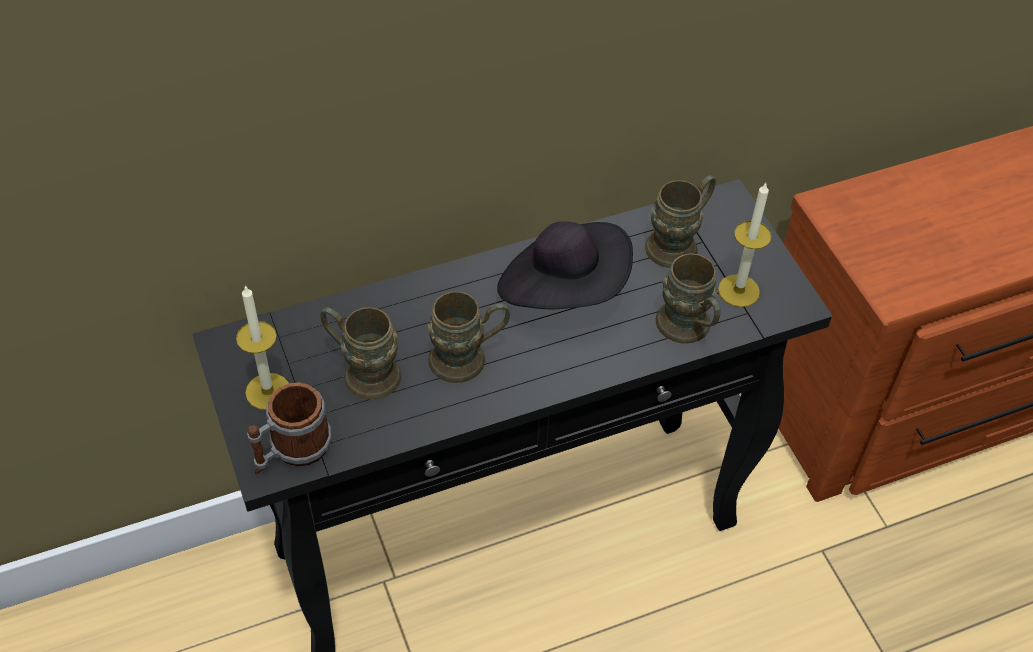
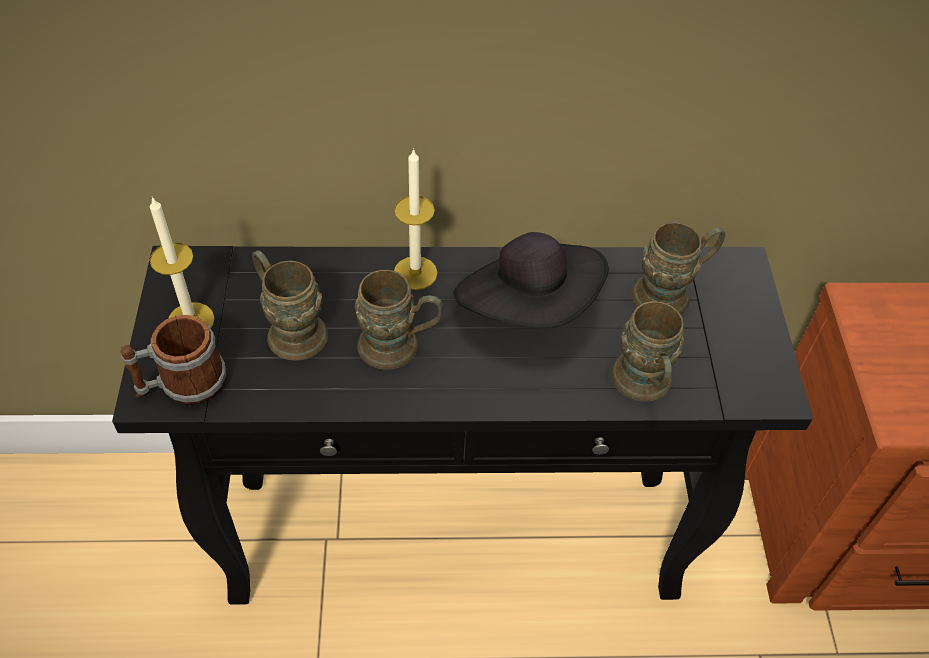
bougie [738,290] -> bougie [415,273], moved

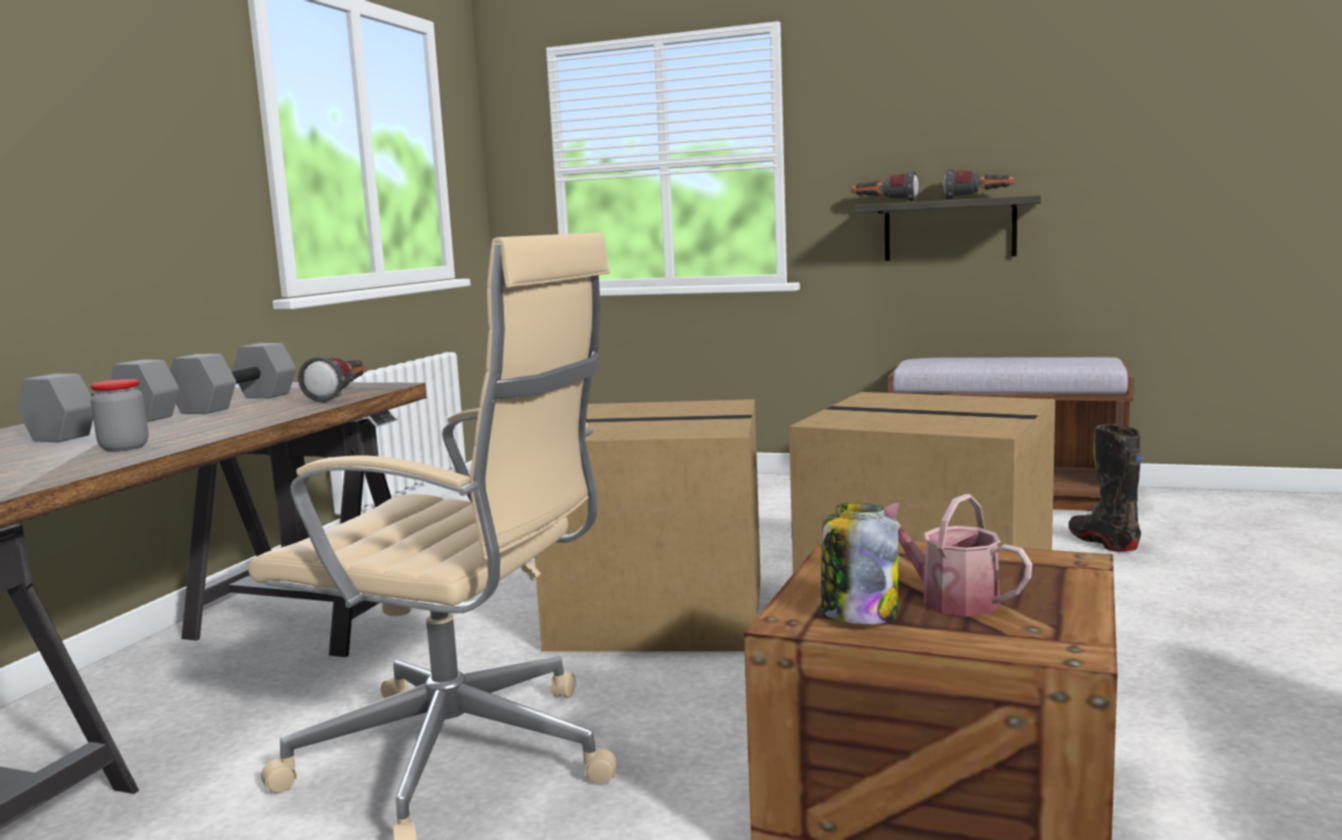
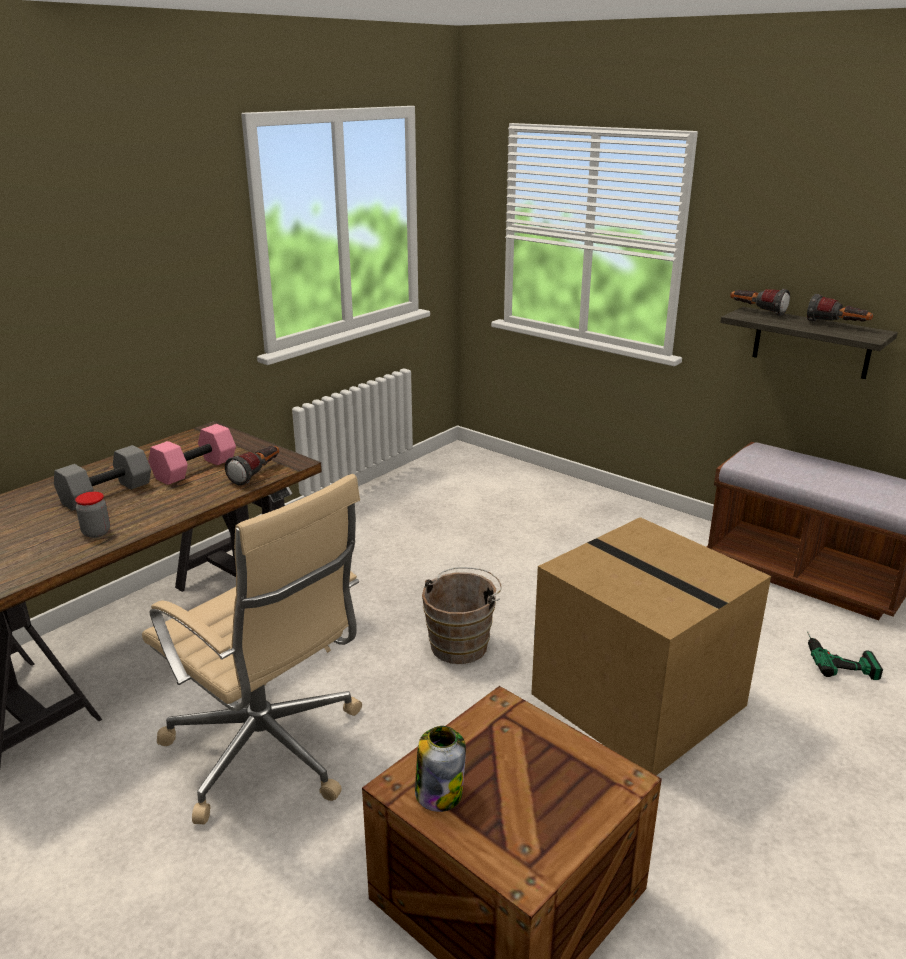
haltère [gris] [236,403] -> haltère [rose] [195,468]
carton [663,610] -> seau [marron] [461,644]
arrosoir [949,599] -> none
botte [noir] [1103,542] -> perceuse [838,658]

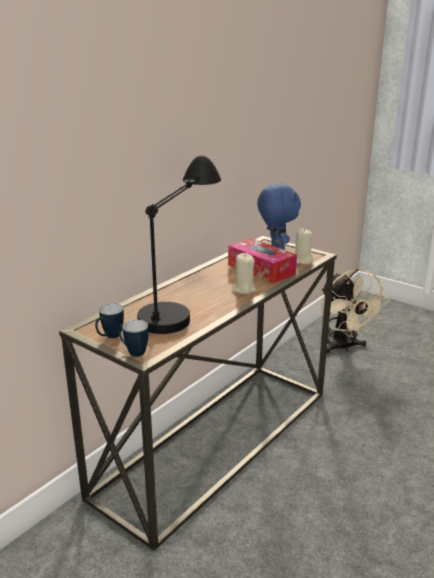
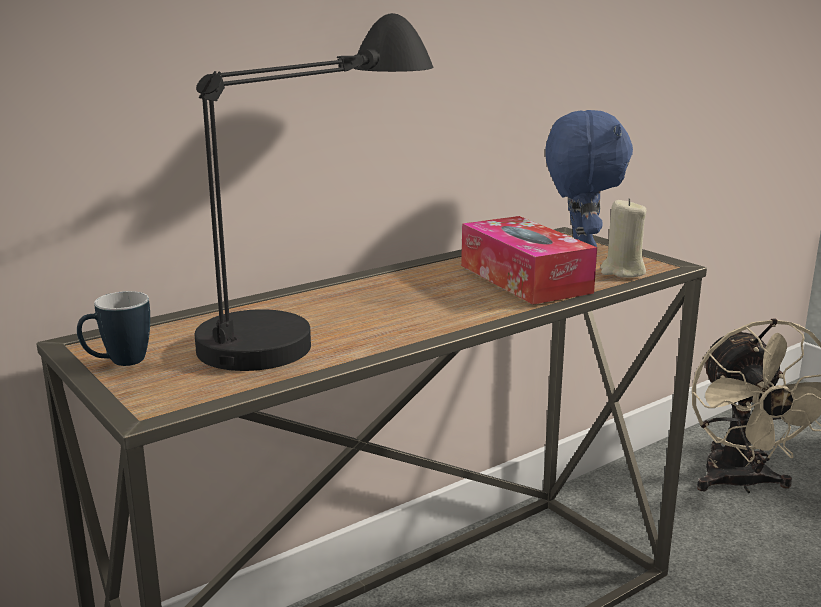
mug [133,352] -> none
bougie [beige] [243,289] -> none

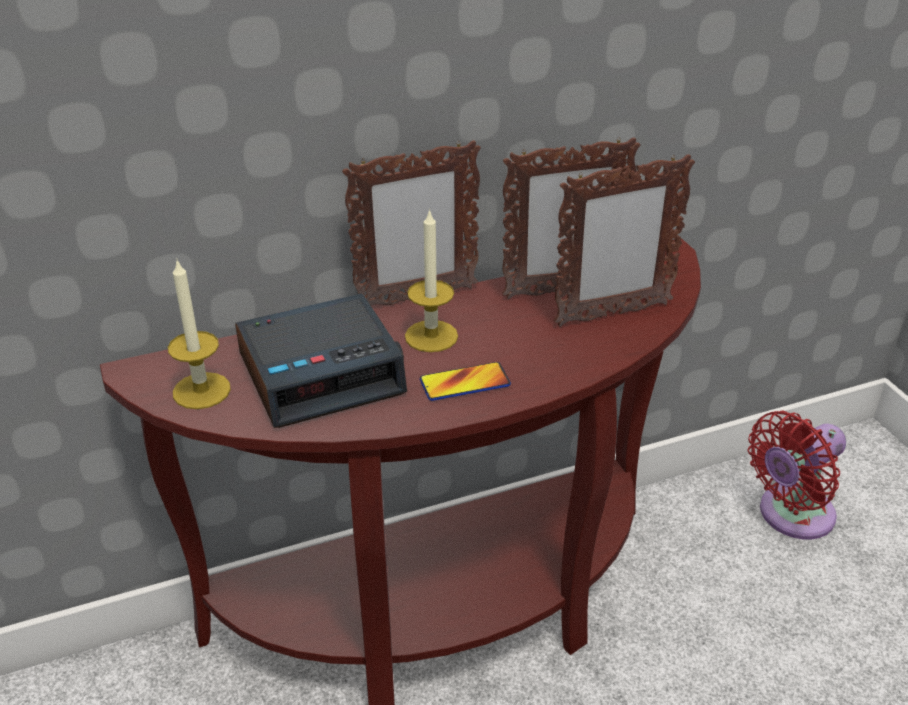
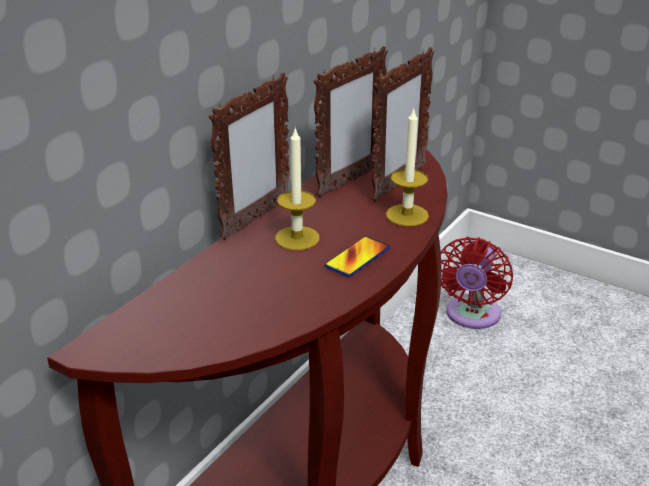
bougie [201,390] -> bougie [407,215], moved
réveil [322,373] -> none

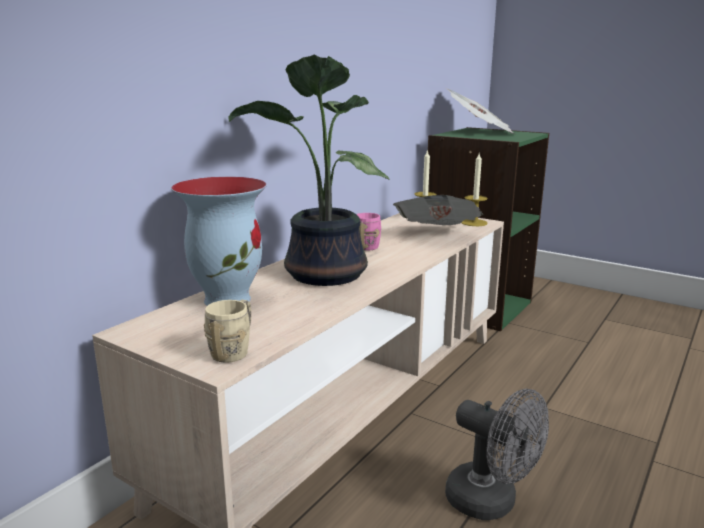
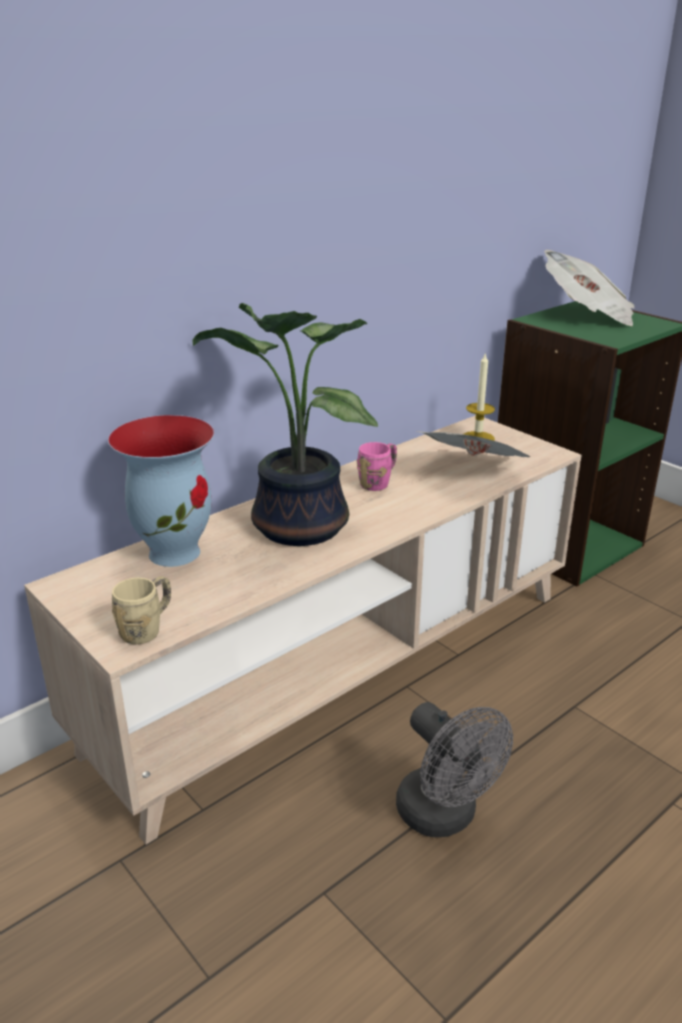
bougie [474,222] -> none

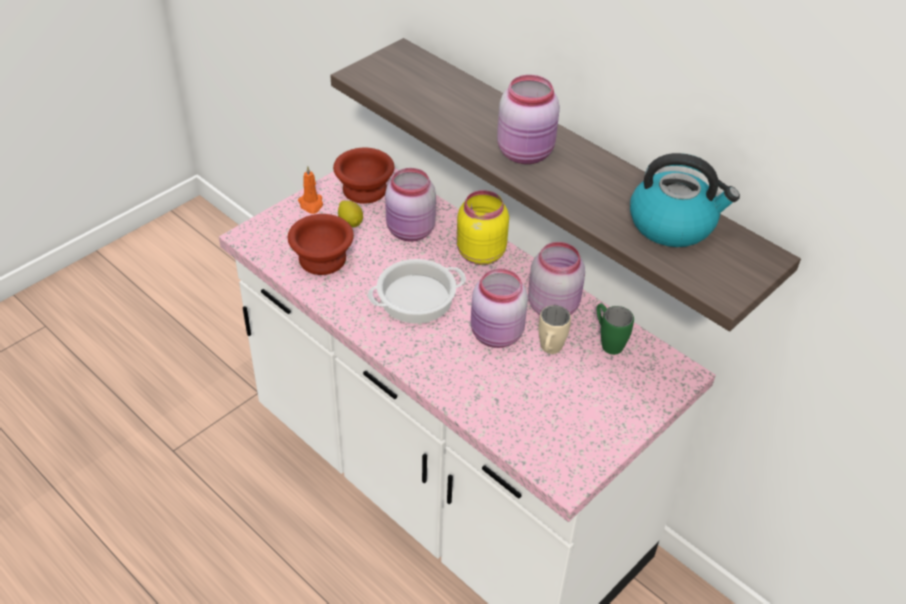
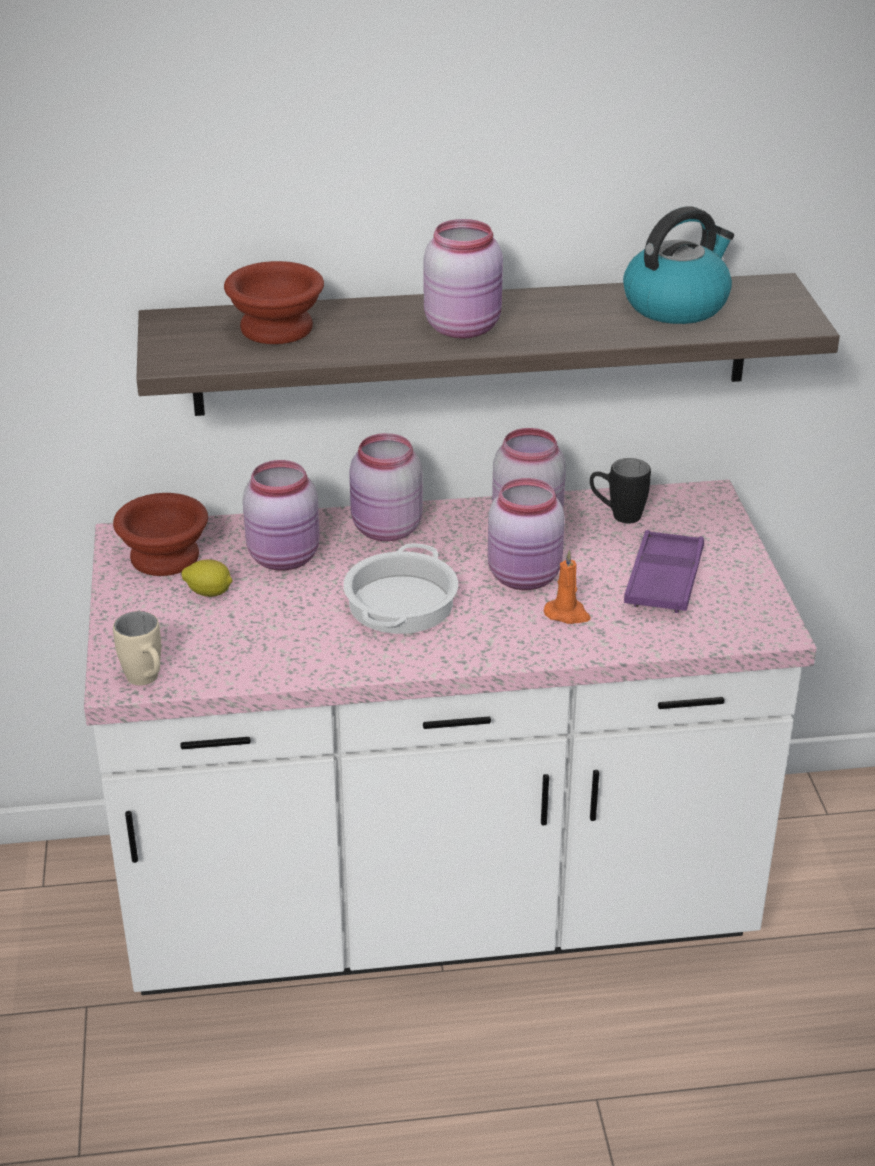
bol [marron] [321,260] -> bol [marron] [277,330], moved
bougie [orange] [311,204] -> bougie [orange] [567,614], moved
bocal [jaune] [479,253] -> bocal [rose] [385,530]
mug [beige] [549,351] -> mug [beige] [147,681], moved
mug [vert] [607,342] -> mug [noir] [617,515]
none -> plateau [violet] [664,580]

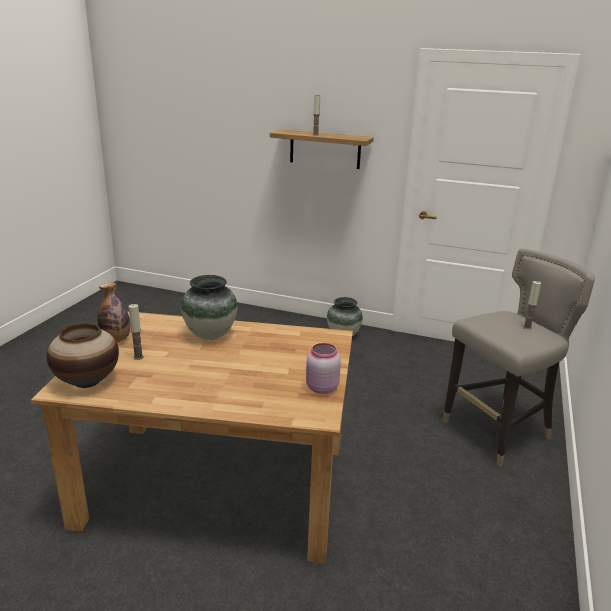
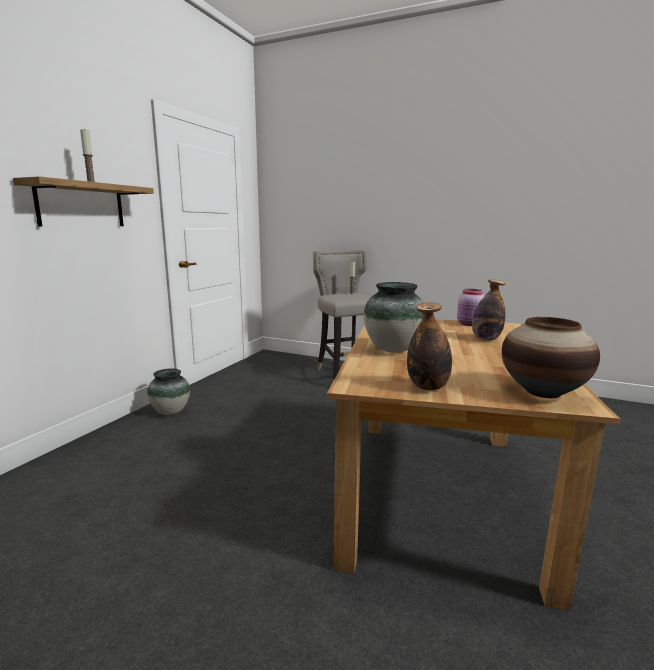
bougie [138,357] -> none
none -> bouteille [486,339]

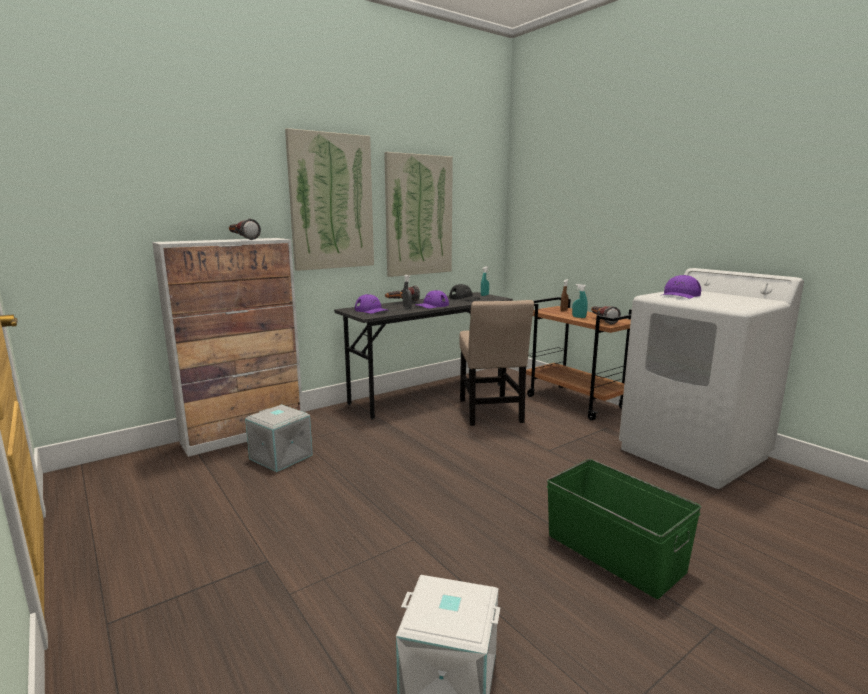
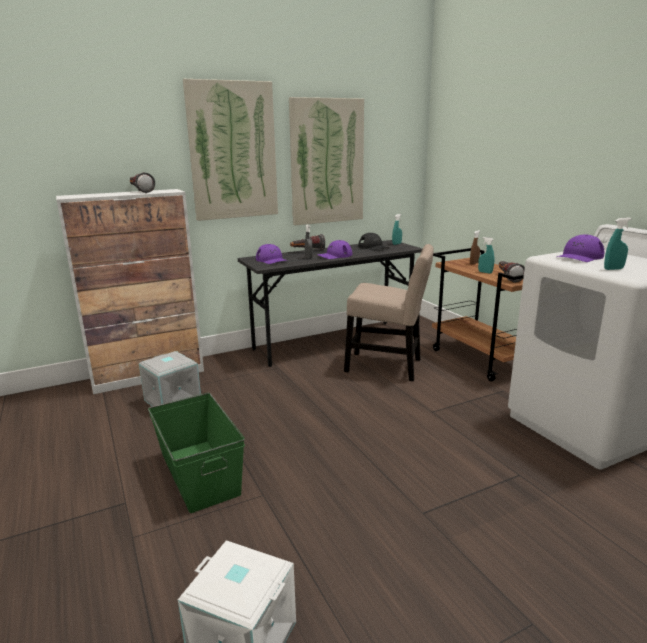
chaise [beige] [490,412] -> chaise [beige] [387,366], 75 degrees counterclockwise
boîte de rangement [vert] [614,553] -> boîte de rangement [vert] [199,474], moved
none -> vaporisateur [turquoise] [613,269]

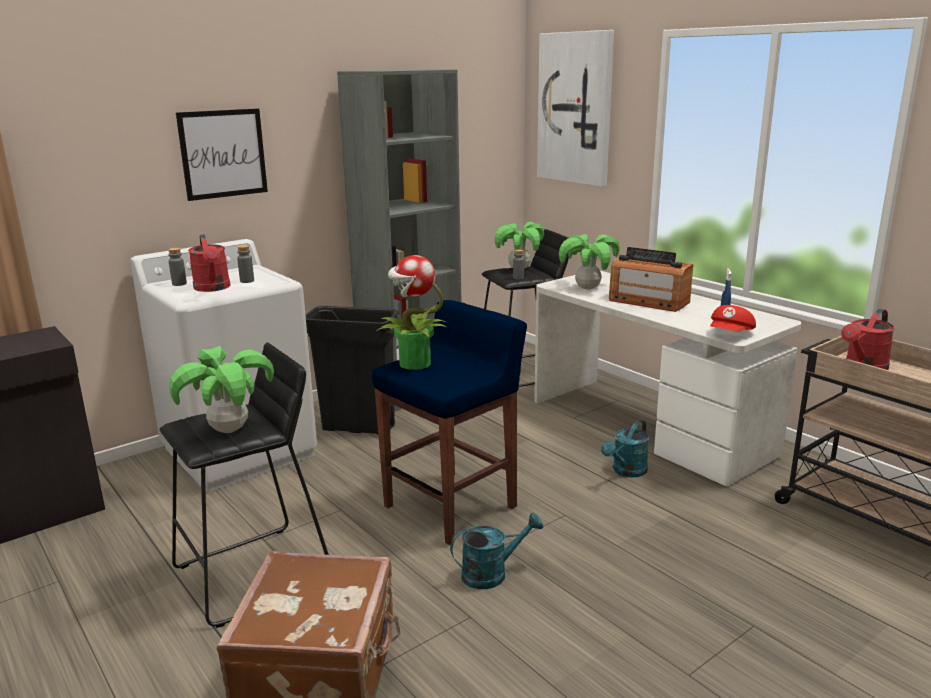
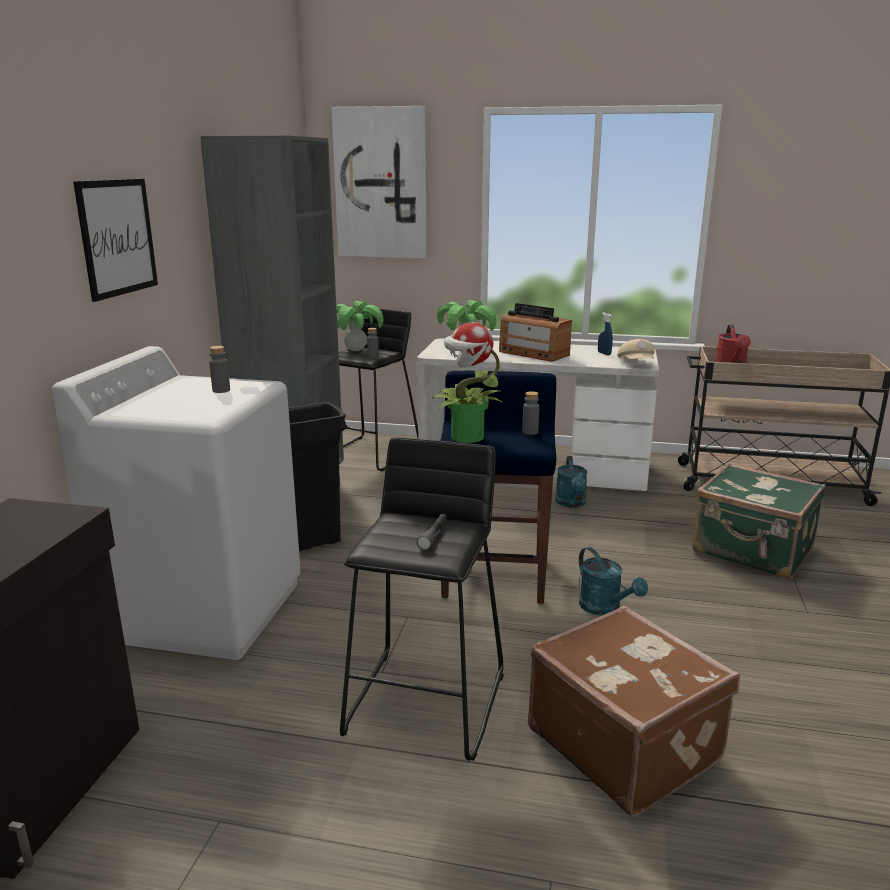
bouteille [gris] [179,284] -> bouteille [gris] [530,432], moved
plante en pot [228,430] -> lampe de poche [gris] [433,536]
arrosoir [rouge] [213,288] -> none
arrosoir [turquoise] [492,573] -> arrosoir [turquoise] [605,609], 120 degrees clockwise
radio [648,301] -> radio [533,353], 45 degrees clockwise
casquette [rouge] [731,334] -> casquette [beige] [636,364]
none -> valise [vert] [752,551]

